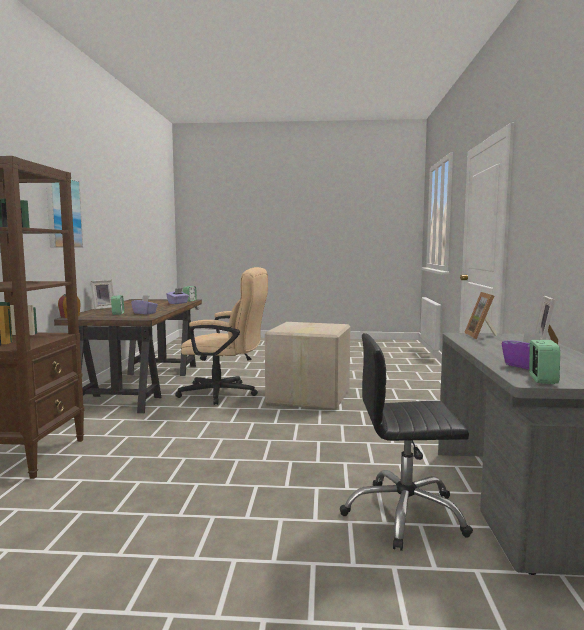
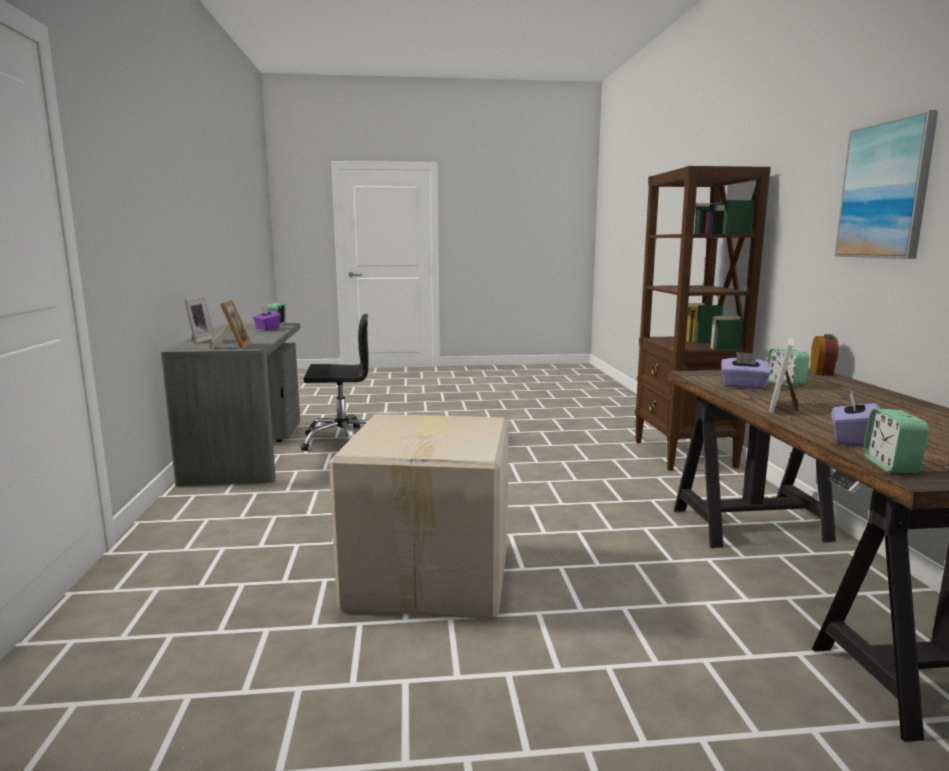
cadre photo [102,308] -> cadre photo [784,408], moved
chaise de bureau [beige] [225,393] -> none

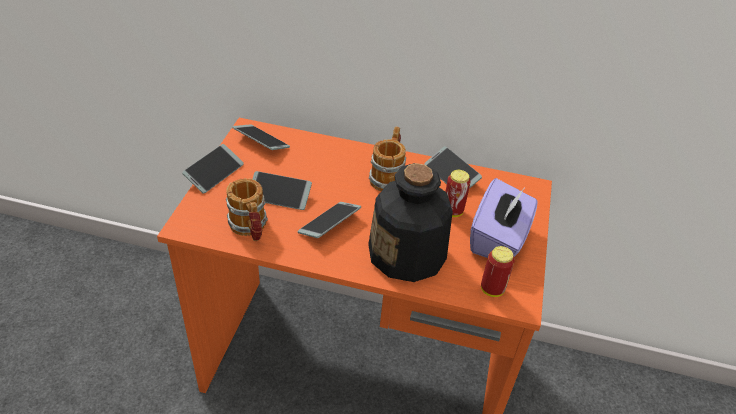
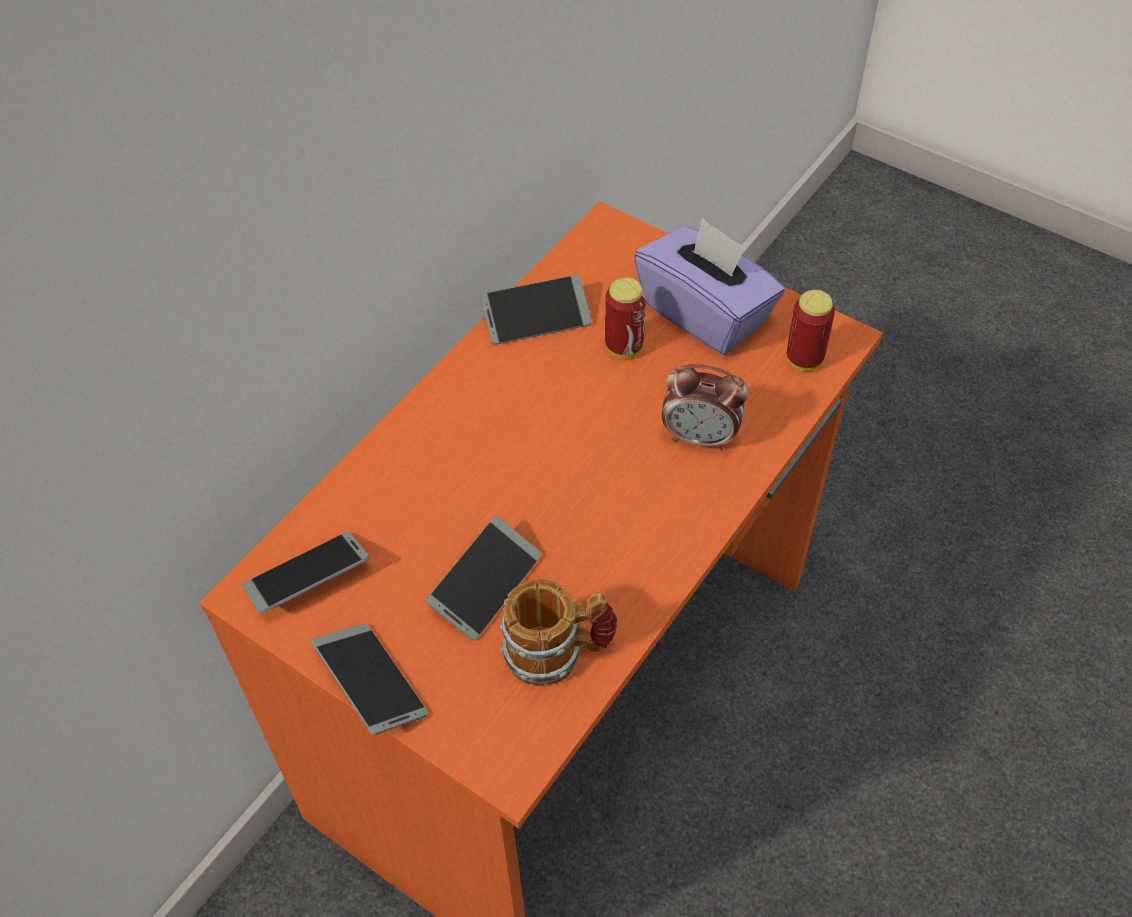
téléphone [329,224] -> none
bouteille [407,254] -> réveil [700,437]
mug [388,176] -> none

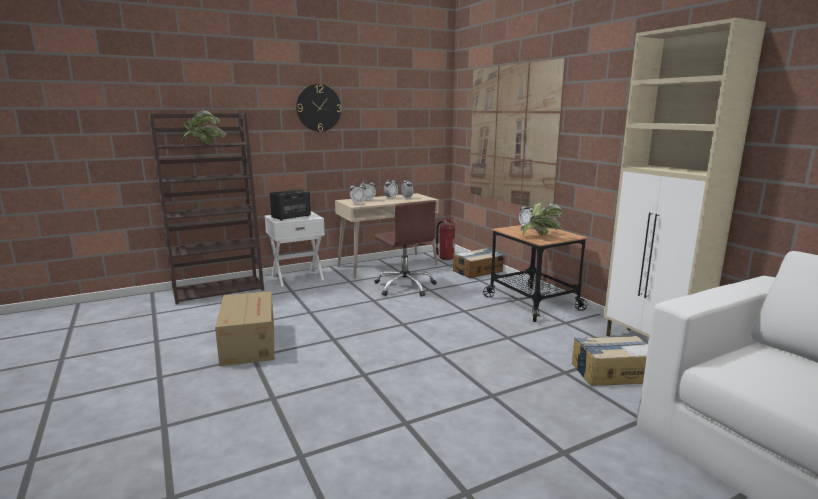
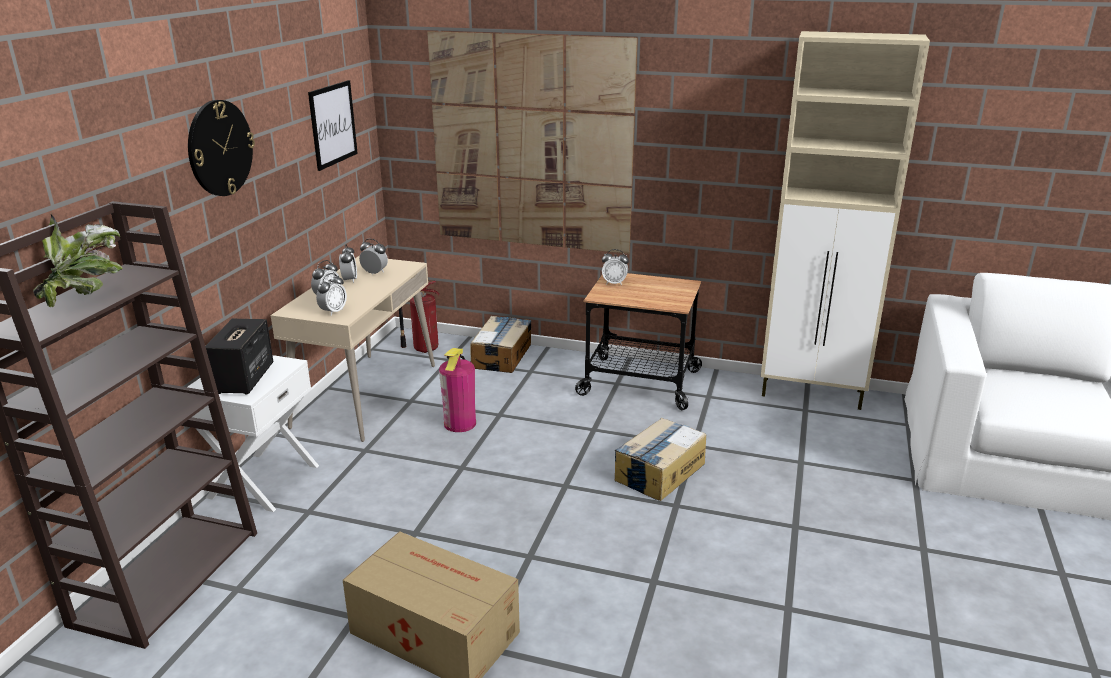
chaise de bureau [marron] [405,286] -> extincteur [460,423]
plante en pot [541,236] -> none
carton [612,372] -> carton [659,472], moved
none -> tableau [333,124]

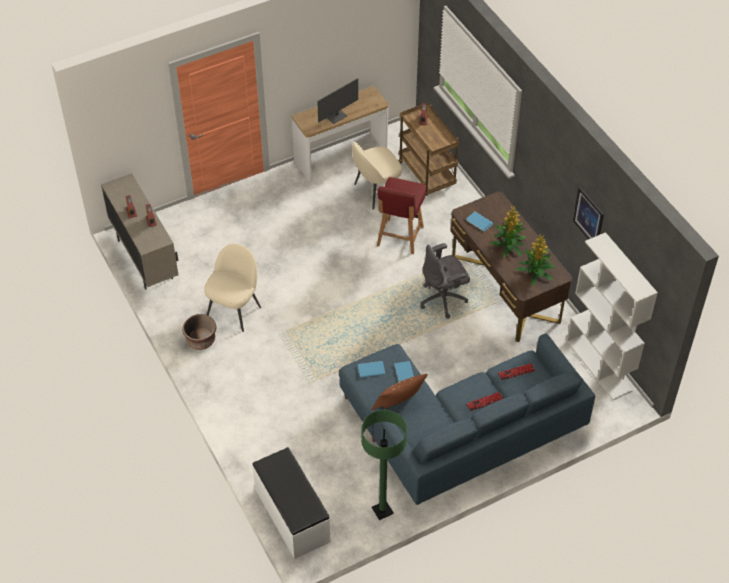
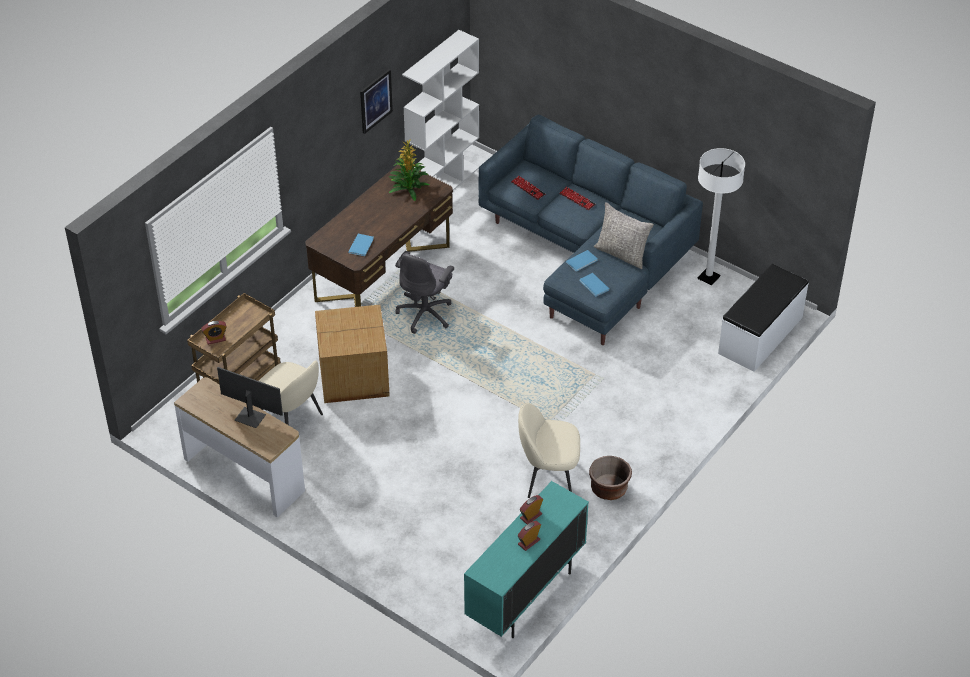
meuble de rangement [beige] [145,259] -> meuble de rangement [turquoise] [525,596]
lampadaire [vert] [382,510] -> lampadaire [blanc] [708,277]
coussin [marron] [398,405] -> coussin [gris] [622,254]
chaise [rouge] [399,237] -> carton [355,376]
chaise de bureau [gris] [443,299] -> chaise de bureau [gris] [425,314], 75 degrees clockwise
plante en pot [508,245] -> none

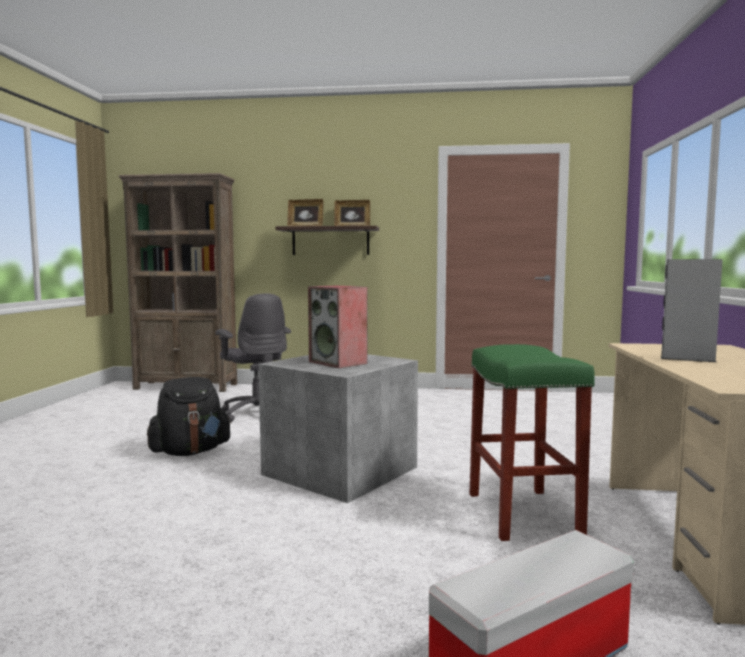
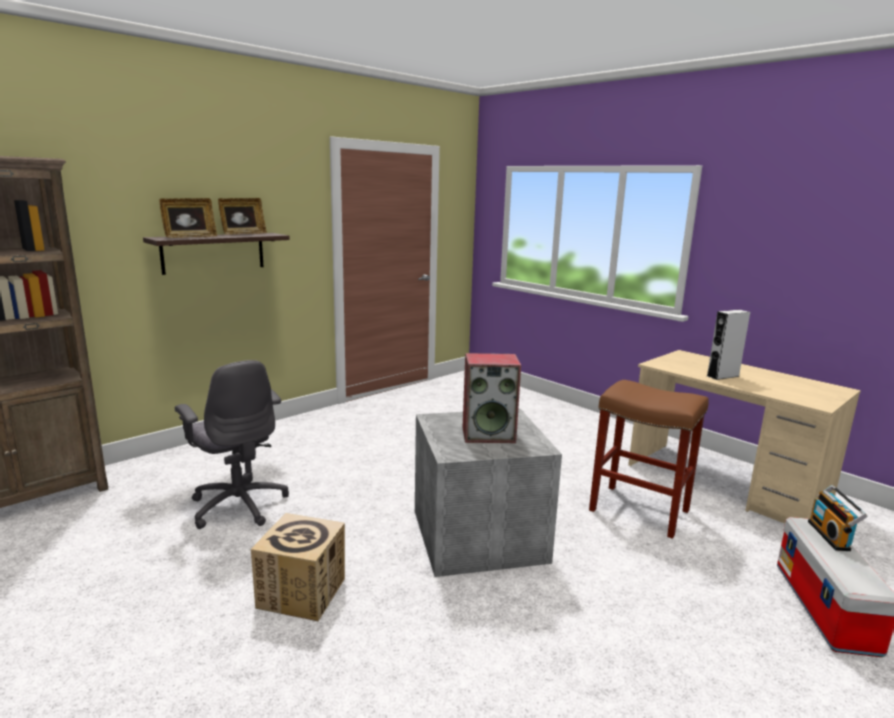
sac à dos [noir] [190,452] -> carton [302,592]
chaise de bureau [gris] [256,413] -> chaise de bureau [gris] [239,505], 45 degrees clockwise
tabouret [vert] [521,513] -> tabouret [marron] [637,510]
none -> radio [831,536]

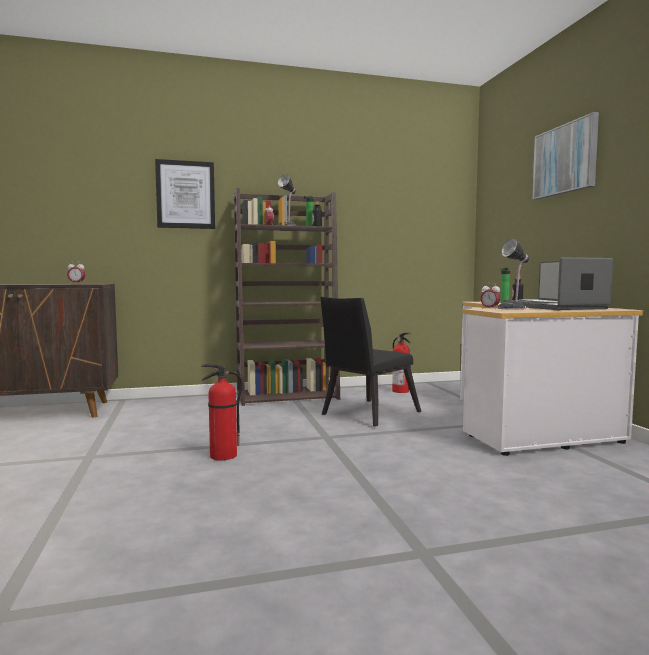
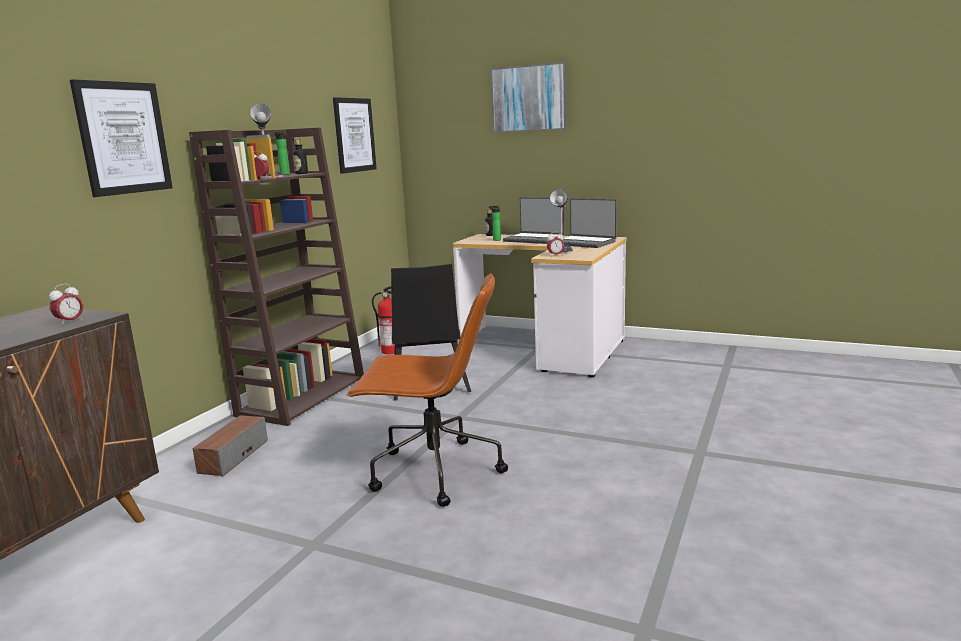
extincteur [222,456] -> chaise de bureau [marron] [433,472]
ordinateur portable [567,308] -> ordinateur portable [584,243], 75 degrees counterclockwise
none -> enceinte [233,456]
none -> tableau [354,135]

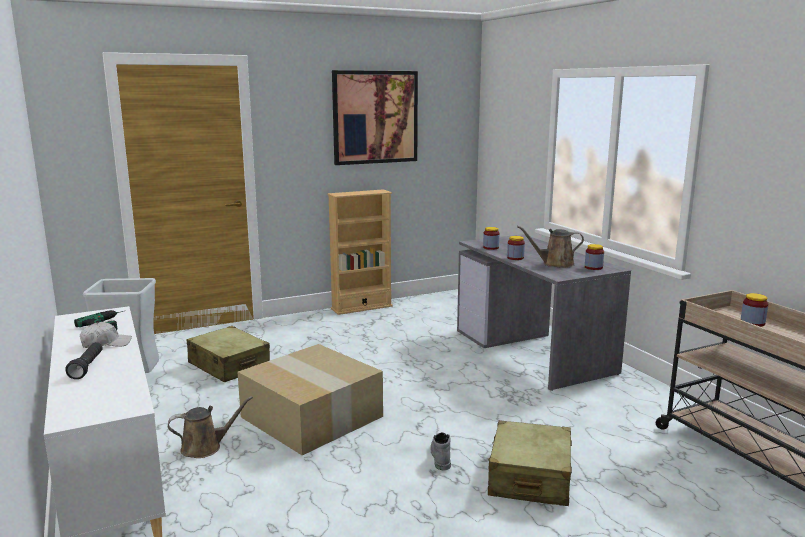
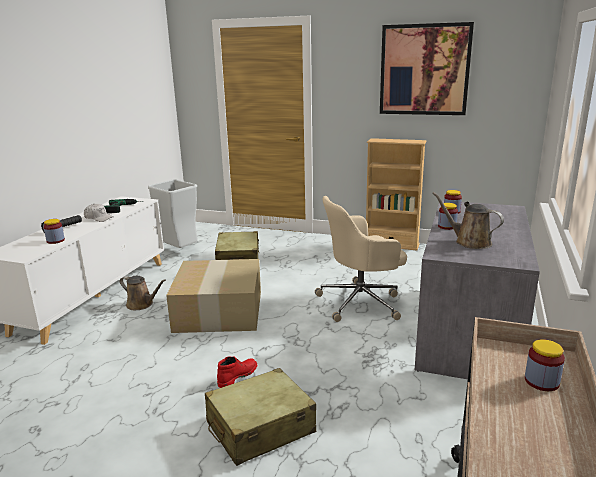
botte [gris] [440,455] -> botte [rouge] [237,376]
bocal [593,267] -> bocal [55,241], moved
none -> chaise de bureau [beige] [361,302]

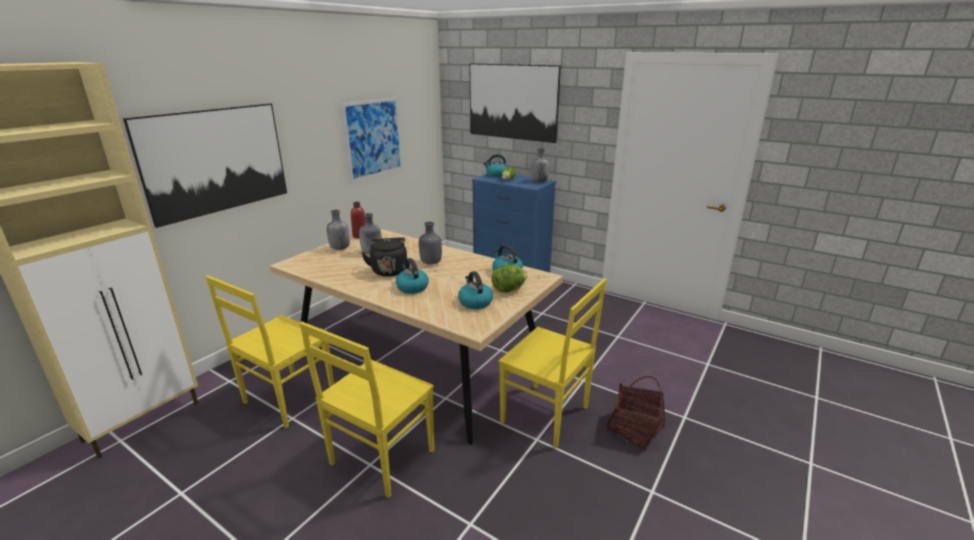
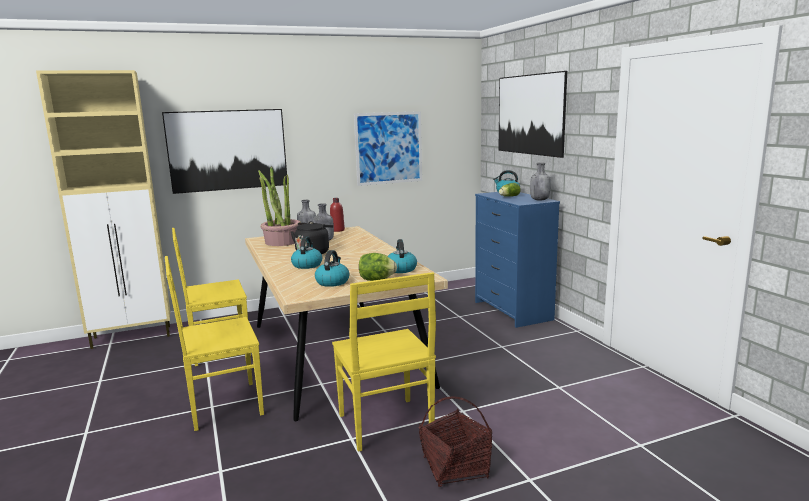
bouteille [gris] [430,263] -> none
none -> plante en pot [282,242]

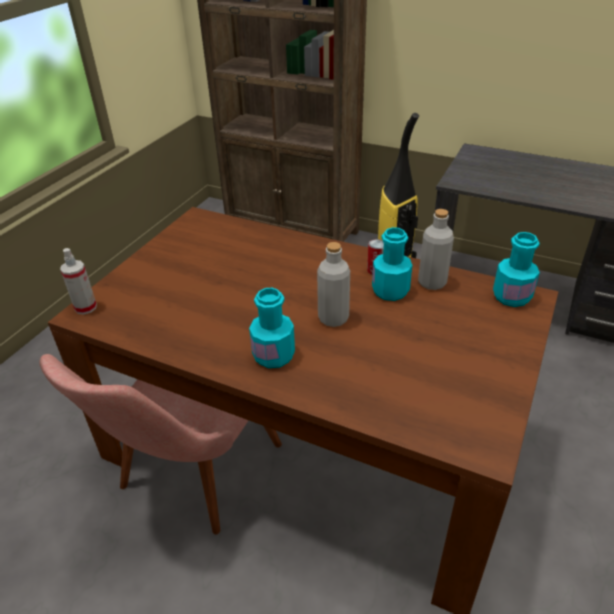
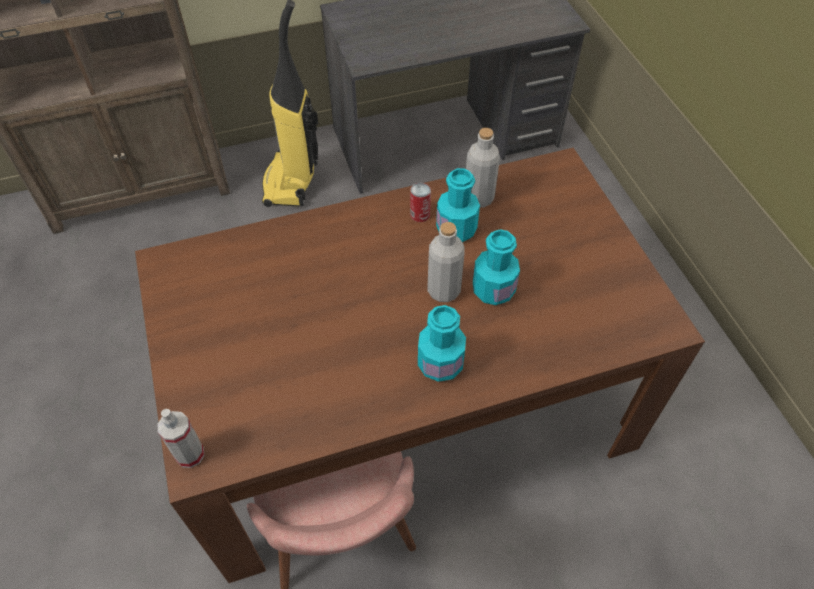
bouteille [turquoise] [511,296] -> bouteille [turquoise] [493,290], moved

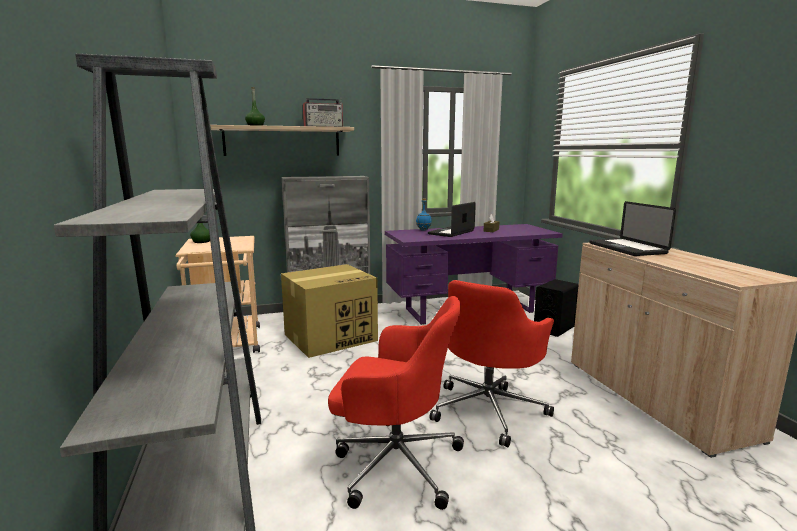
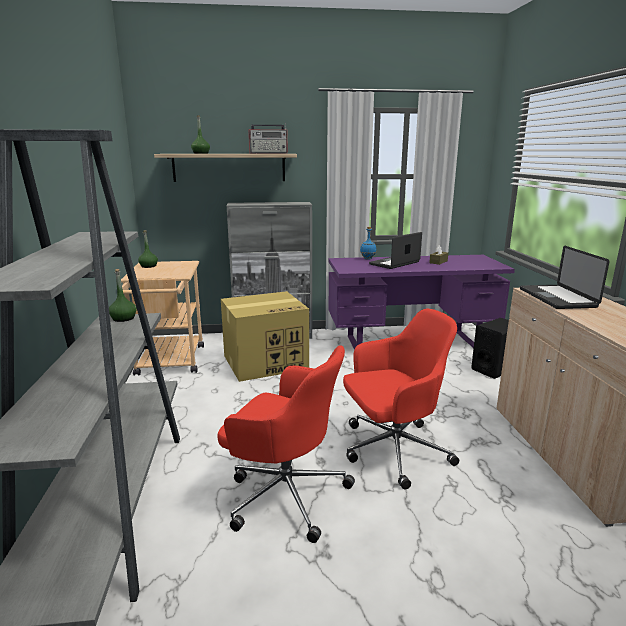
chaise de bureau [rouge] [489,409] -> chaise de bureau [rouge] [393,450], 150 degrees counterclockwise
none -> bouteille [vert] [123,318]

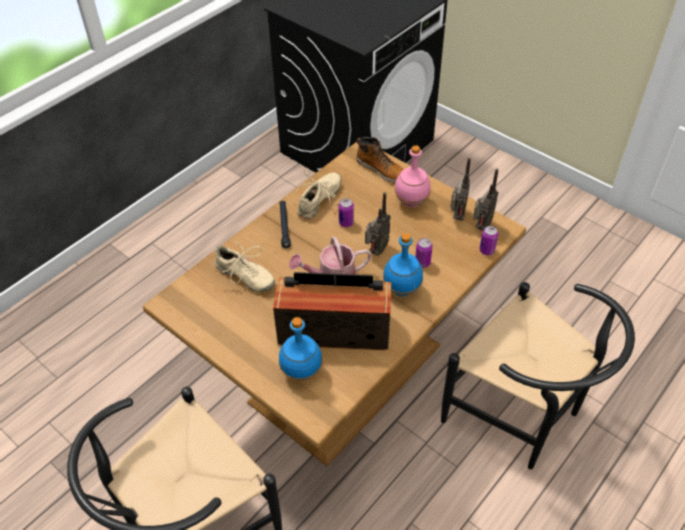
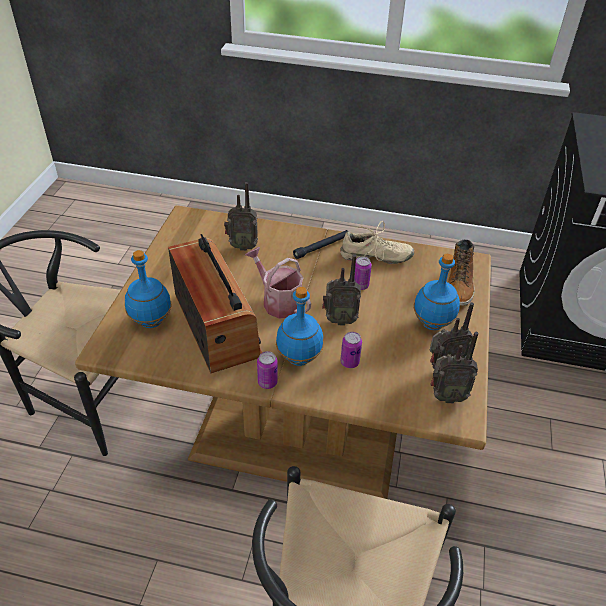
chaussure [beige] [245,277] -> radio [242,246]
bouteille [rose] [412,202] -> bouteille [bleu] [432,324]
boîte métallique [487,250] -> boîte métallique [267,382], moved

